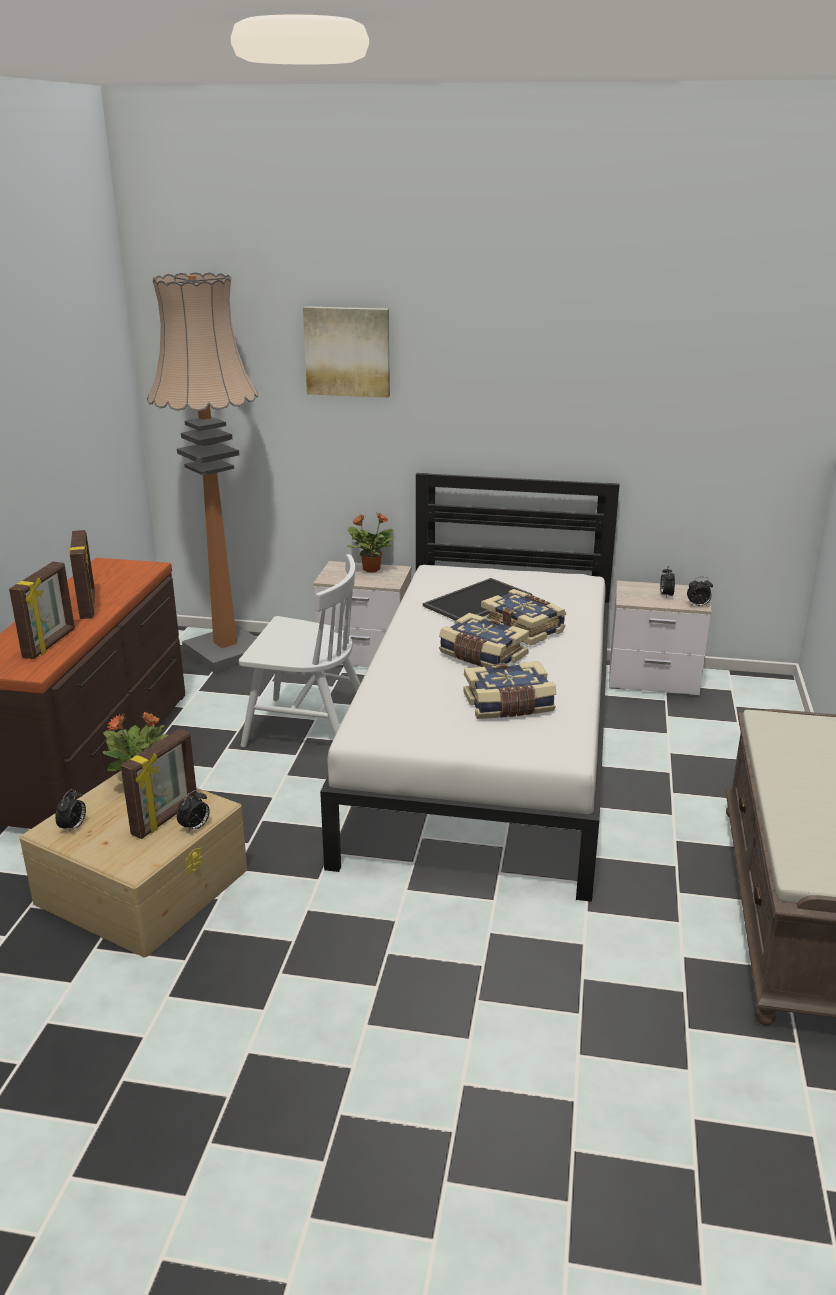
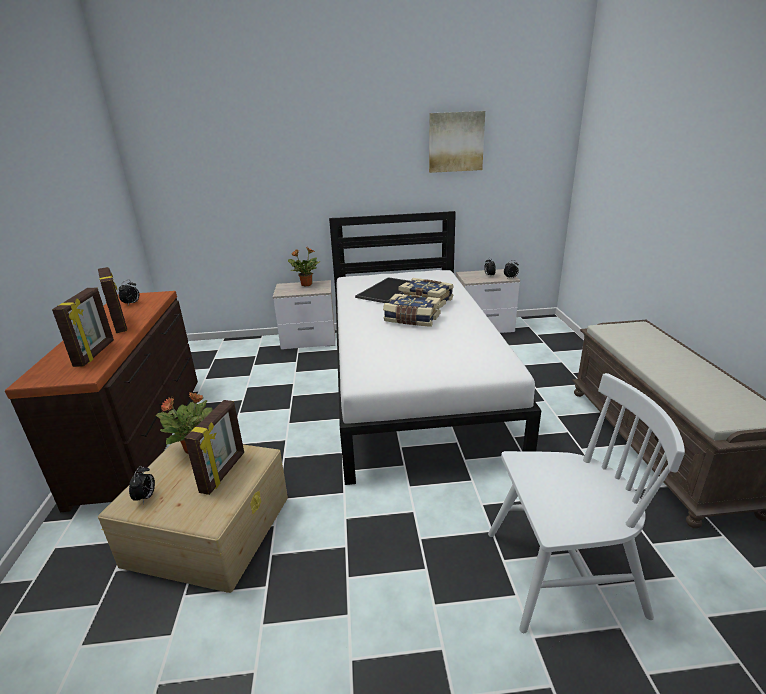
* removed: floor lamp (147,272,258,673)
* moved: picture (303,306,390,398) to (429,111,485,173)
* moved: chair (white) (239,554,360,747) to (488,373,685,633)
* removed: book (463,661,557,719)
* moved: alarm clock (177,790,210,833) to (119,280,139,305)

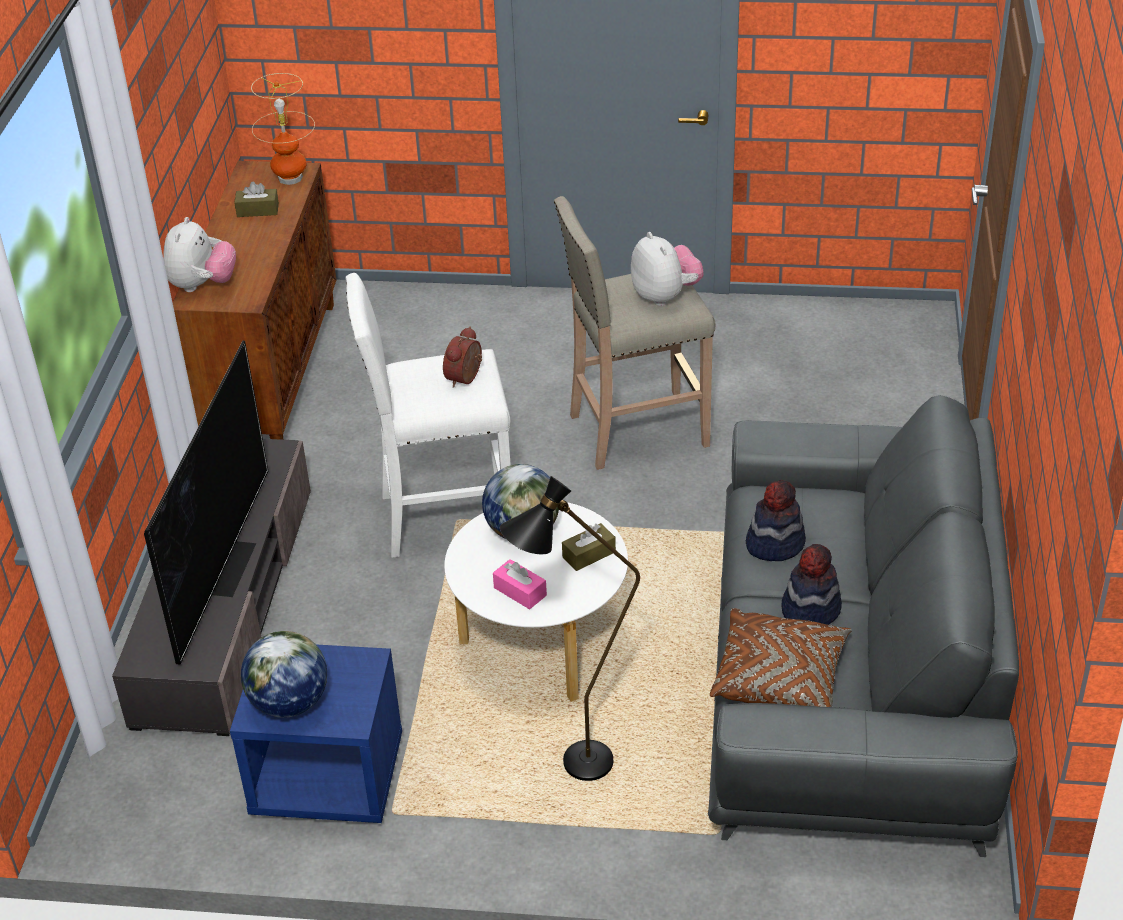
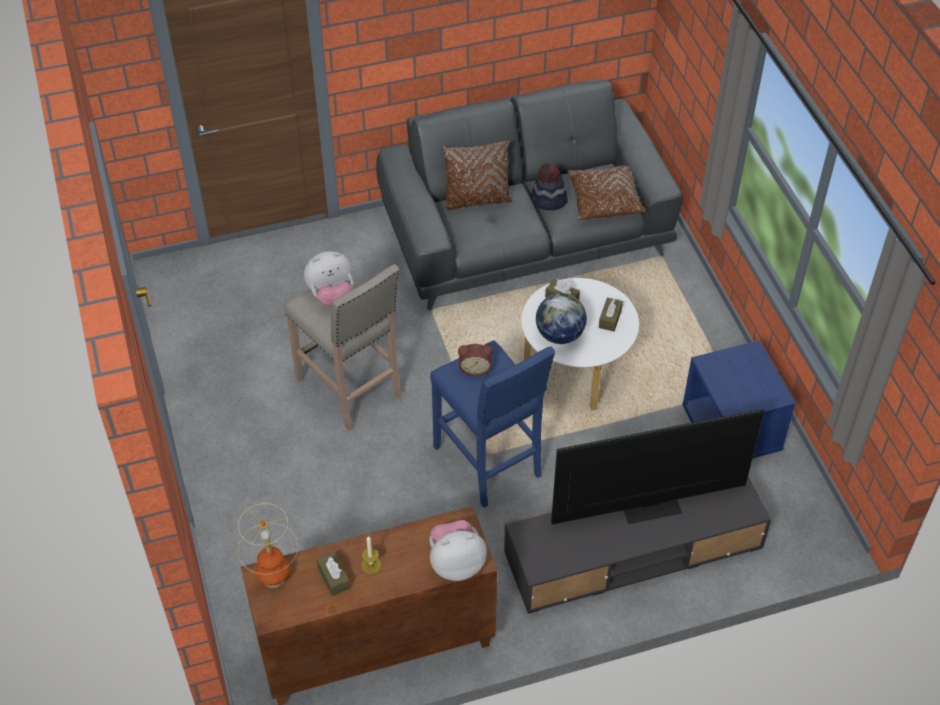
* turned: plush toy (631,232,704,306) = (304,251,353,307) 150 degrees counterclockwise
* recoloured: stool (white) (345,273,511,558) to stool (blue) (430,340,555,508)
* removed: floor lamp (black) (500,476,640,781)
* removed: hat (746,480,806,561)
* recoloured: tissue box (pink) (493,559,547,609) to tissue box (brown) (599,298,623,331)
* removed: globe (241,631,327,718)
* added: pillow (brown) (442,140,512,210)
* added: candle (361,536,381,574)

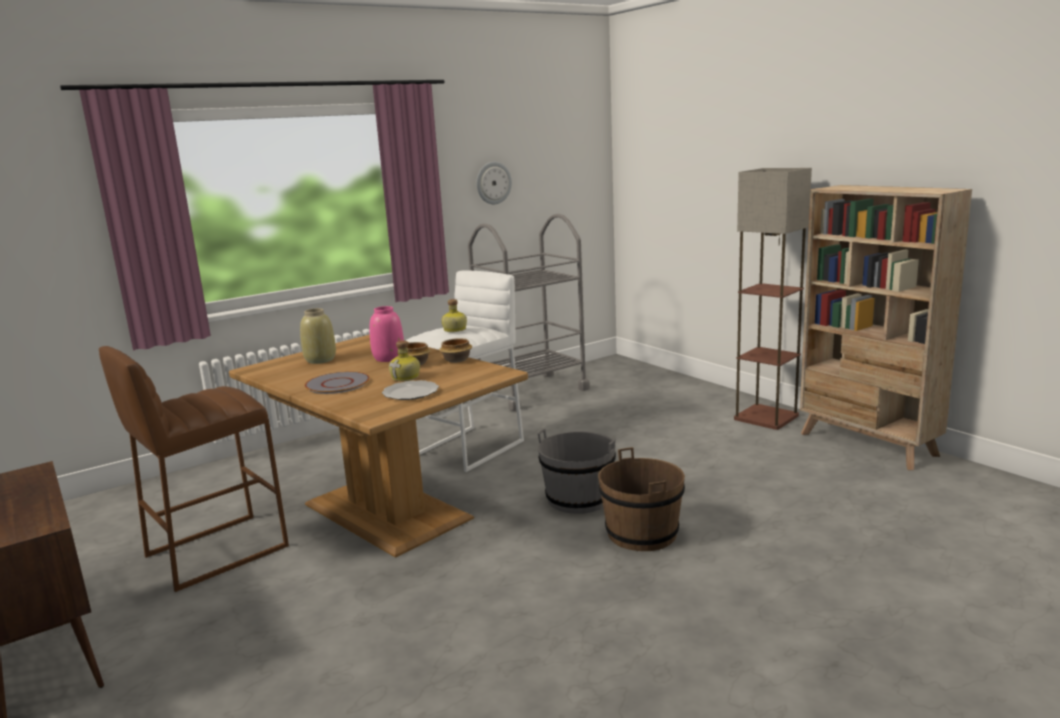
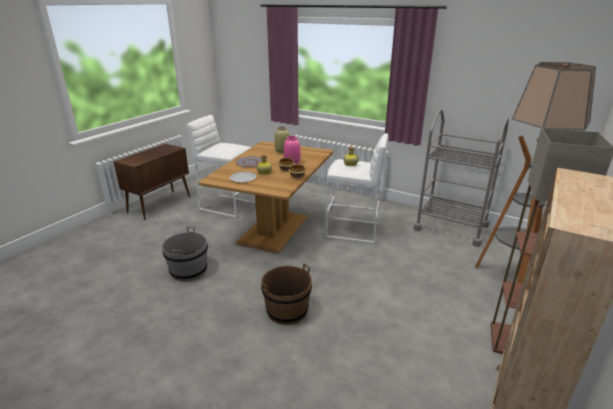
* removed: wall clock (476,162,512,204)
* recoloured: stool (brown) (99,346,289,592) to stool (white) (187,115,255,218)
* moved: bucket (grey) (538,428,616,514) to (161,227,208,282)
* added: floor lamp (475,62,596,284)

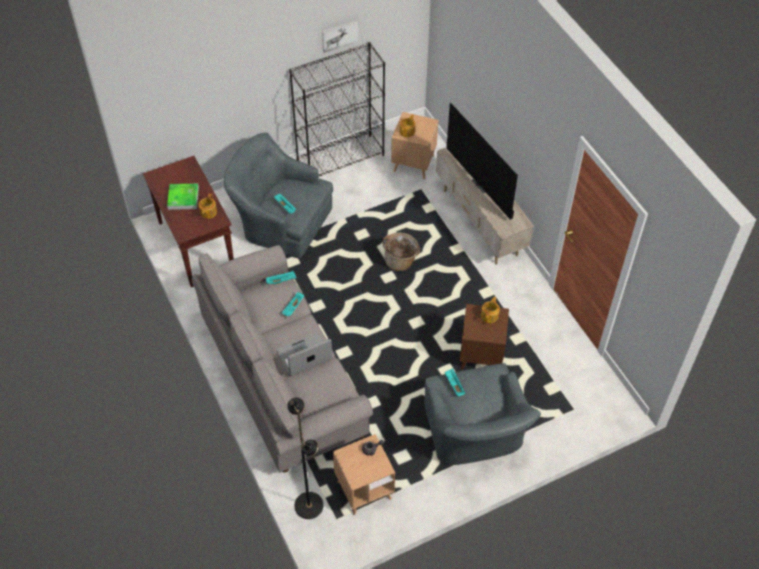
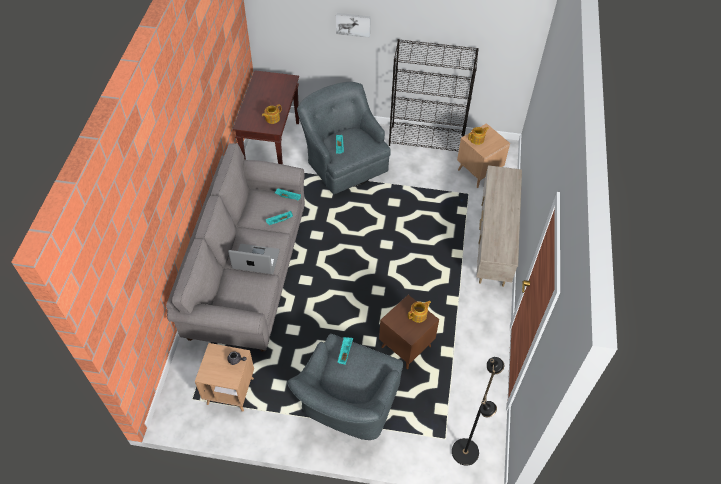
* moved: picture (322,19,359,53) to (336,13,371,38)
* removed: television (446,103,518,220)
* removed: tray (167,184,199,210)
* removed: basket (382,232,420,271)
* moved: floor lamp (black) (287,397,323,519) to (452,357,504,466)

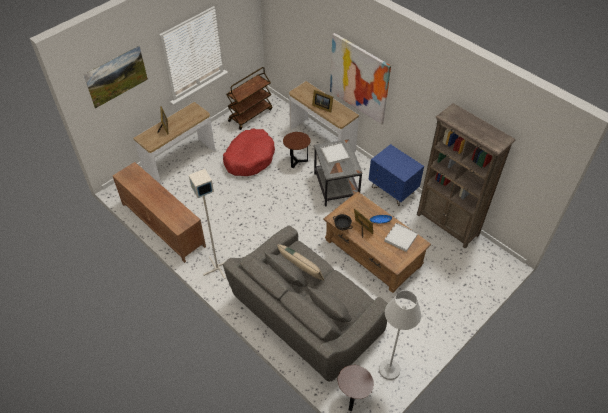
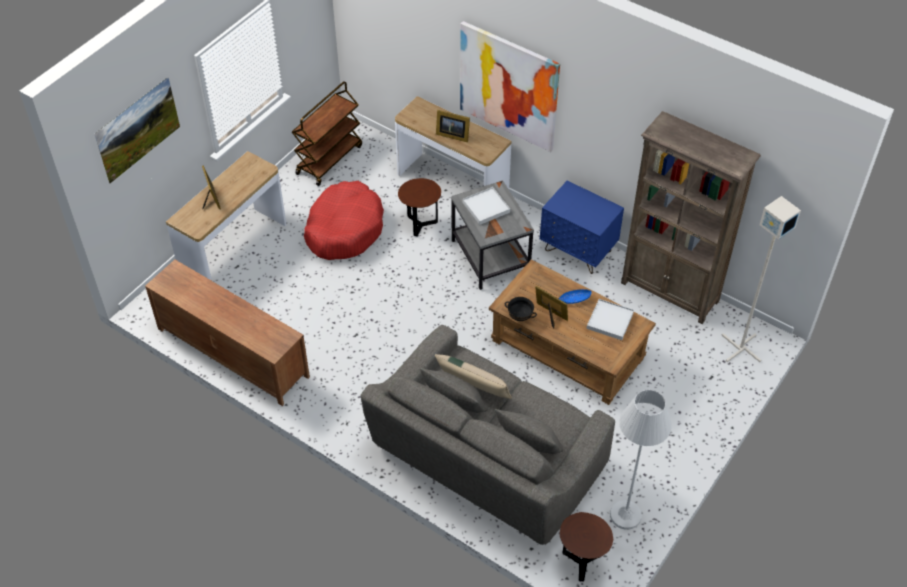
* moved: floor lamp (grey) (189,169,226,279) to (721,196,801,362)

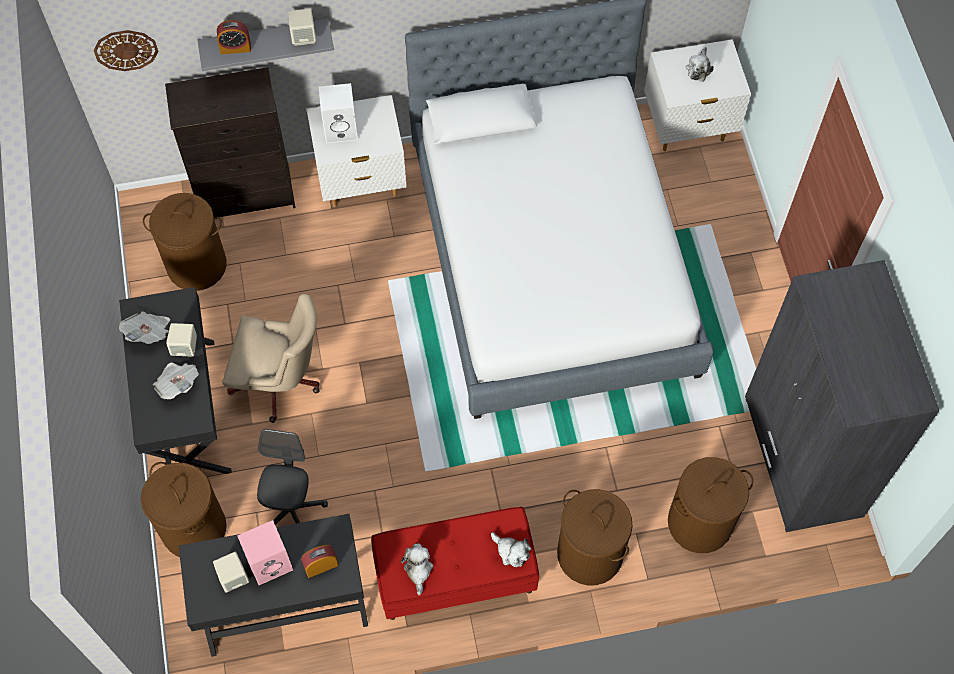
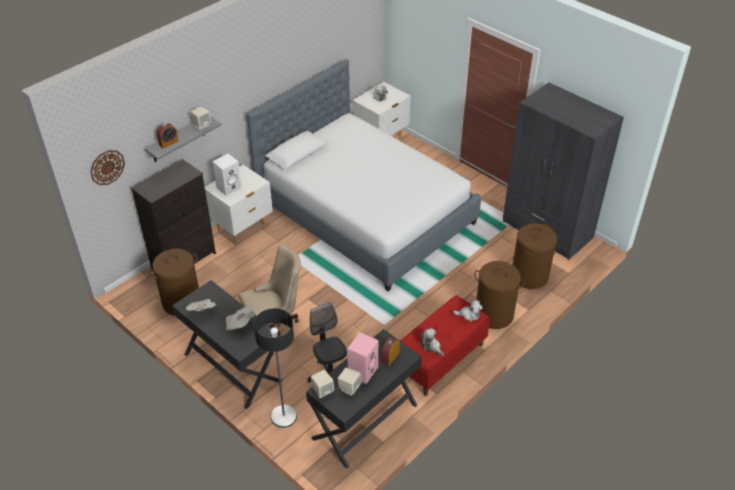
* moved: speaker (beige) (166,323,197,357) to (311,370,334,398)
* replaced: laundry basket (brown) (141,462,227,557) to floor lamp (254,308,297,428)

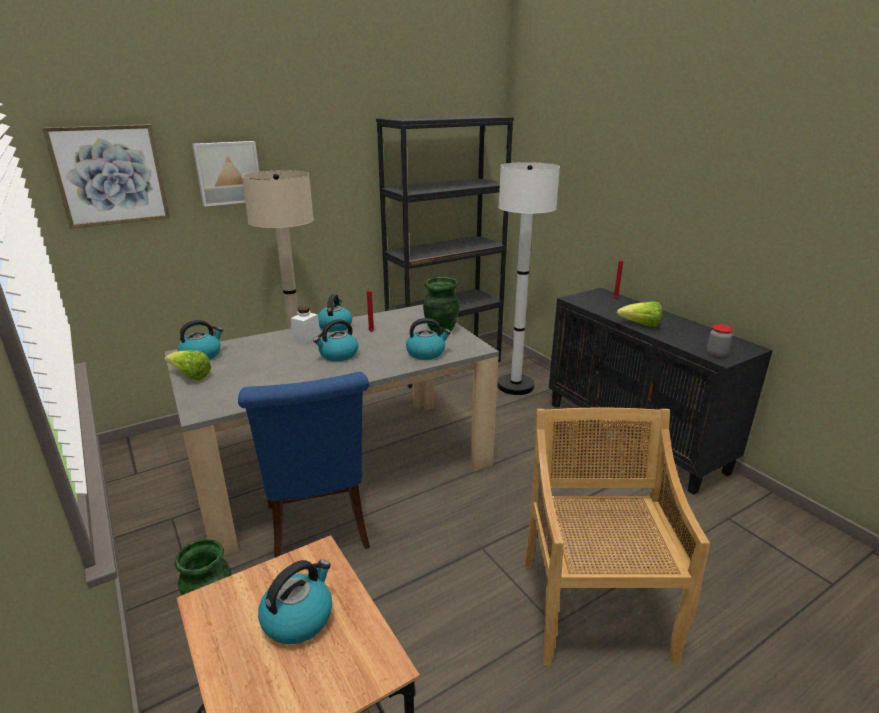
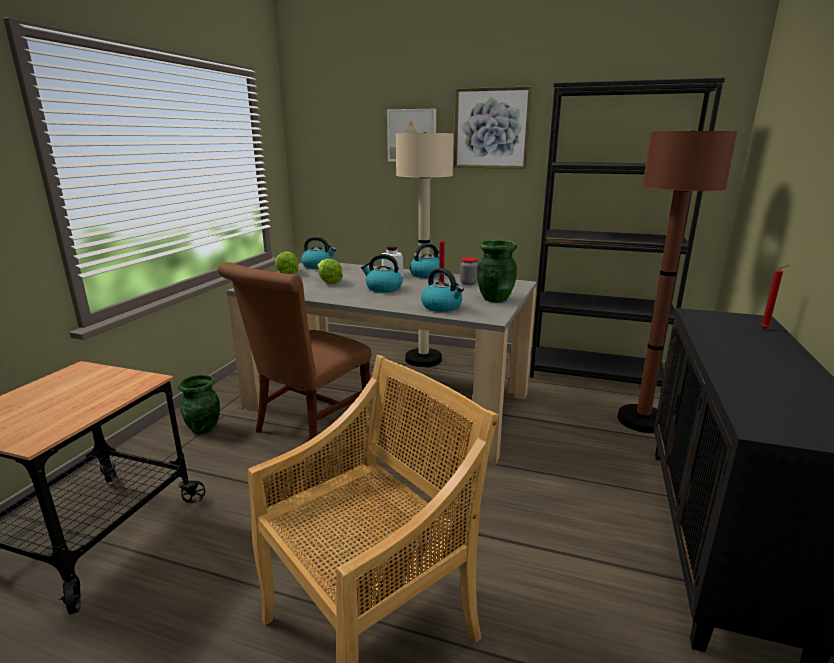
* moved: picture (42,124,170,229) to (454,86,532,169)
* recoloured: floor lamp (white) (497,162,560,395) to floor lamp (brown) (617,130,738,433)
* moved: lettuce (616,301,662,327) to (317,259,343,284)
* moved: jar (707,324,733,357) to (460,257,478,285)
* recoloured: chair (blue) (238,372,370,558) to chair (brown) (217,262,372,456)
* removed: kettle (258,560,332,644)

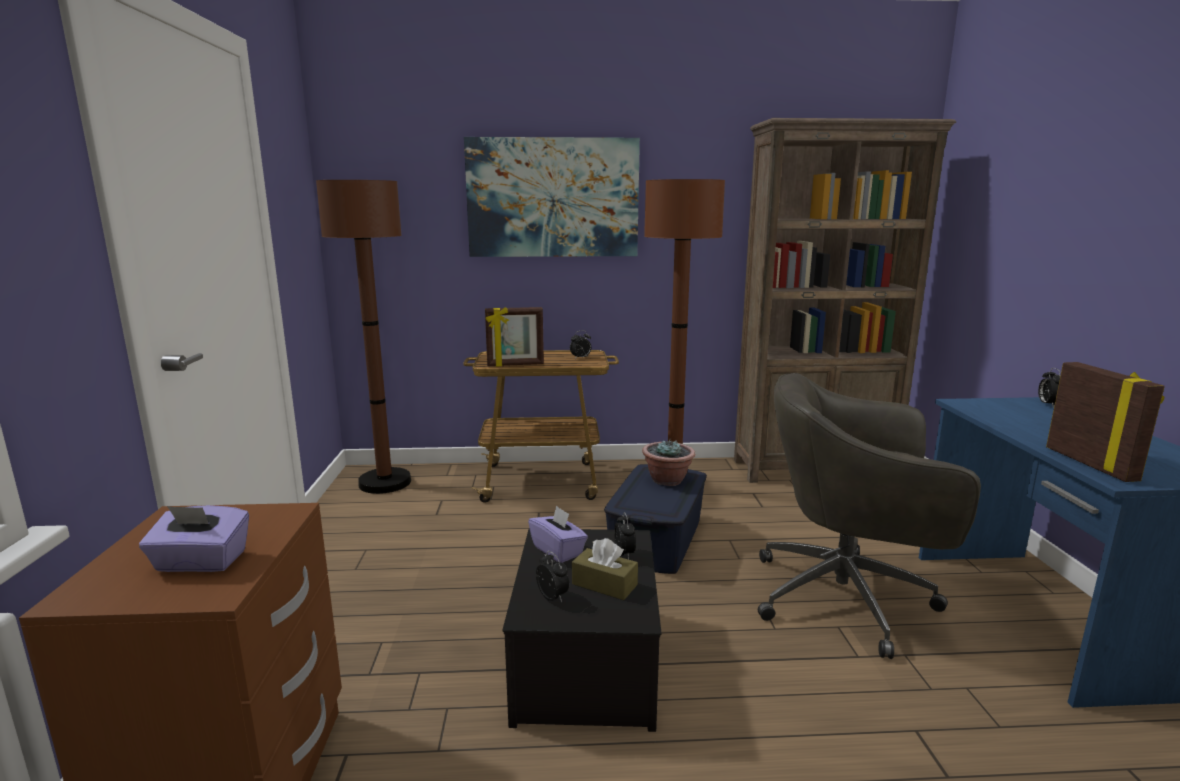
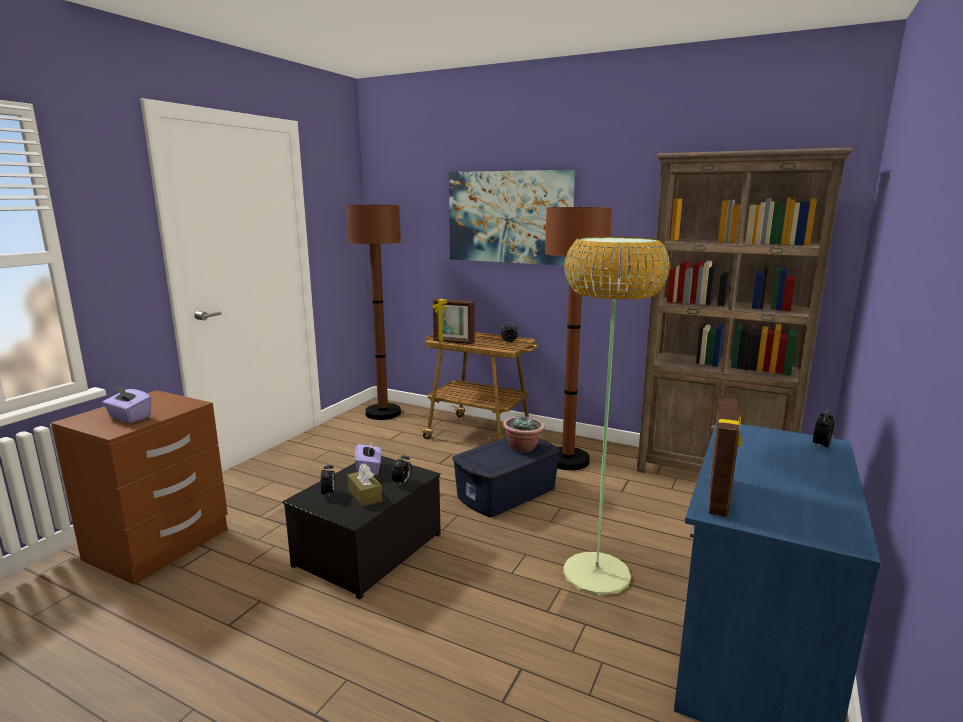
* replaced: office chair (grey) (758,373,981,659) to floor lamp (563,236,670,596)

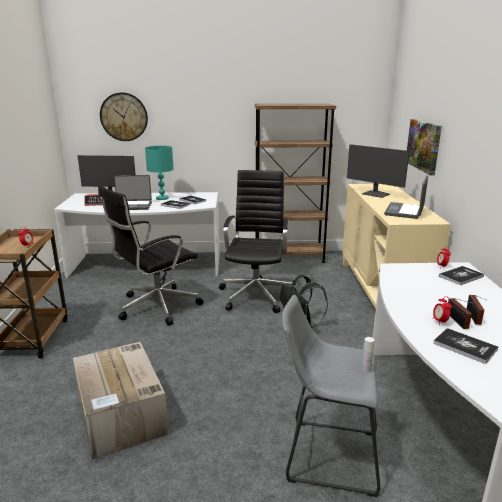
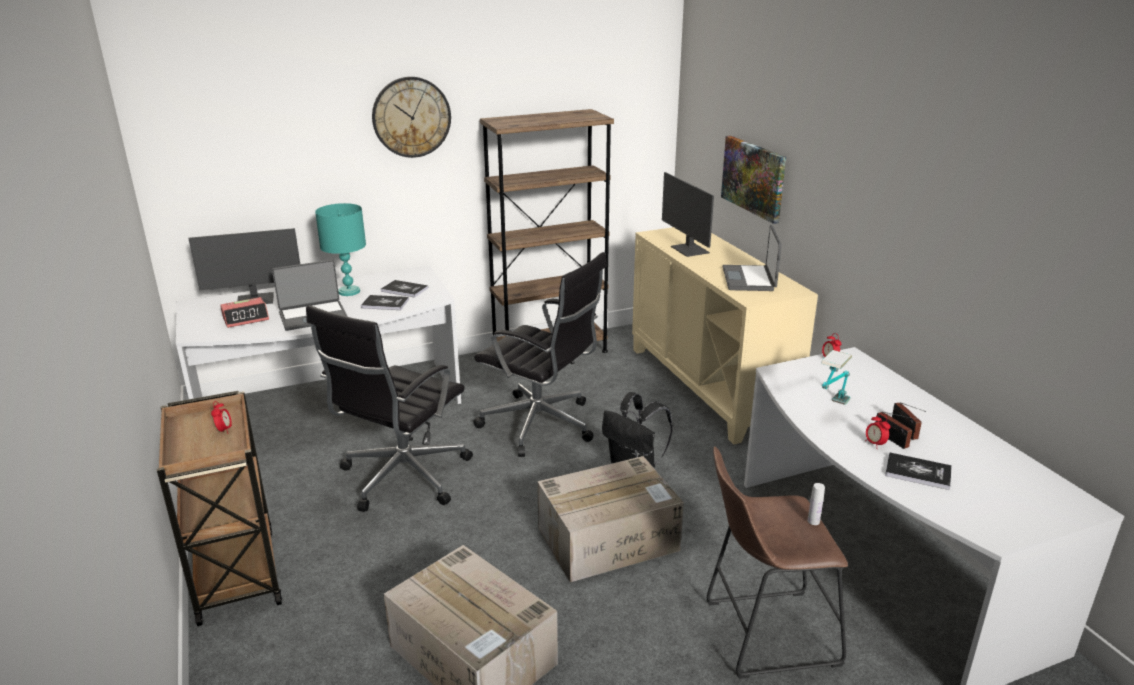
* moved: wall clock (100,92,148,141) to (372,77,451,158)
* turned: monitor (347,144,410,198) = (662,172,714,257) 45 degrees clockwise
* turned: office chair (black) (219,170,297,313) = (473,252,607,457) 135 degrees clockwise
* removed: book (439,266,484,285)
* recoloured: stool (grey) (282,295,380,497) to stool (brown) (707,446,848,679)
* added: table lamp (821,350,852,405)
* added: cardboard box (537,456,684,582)

